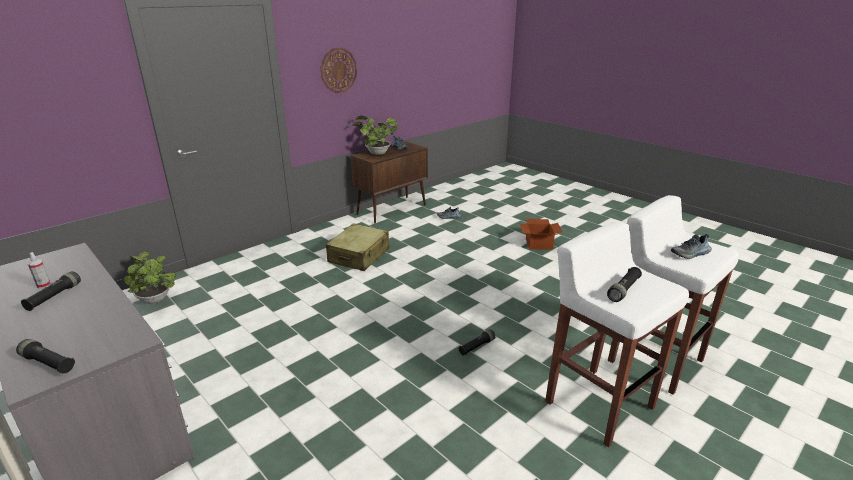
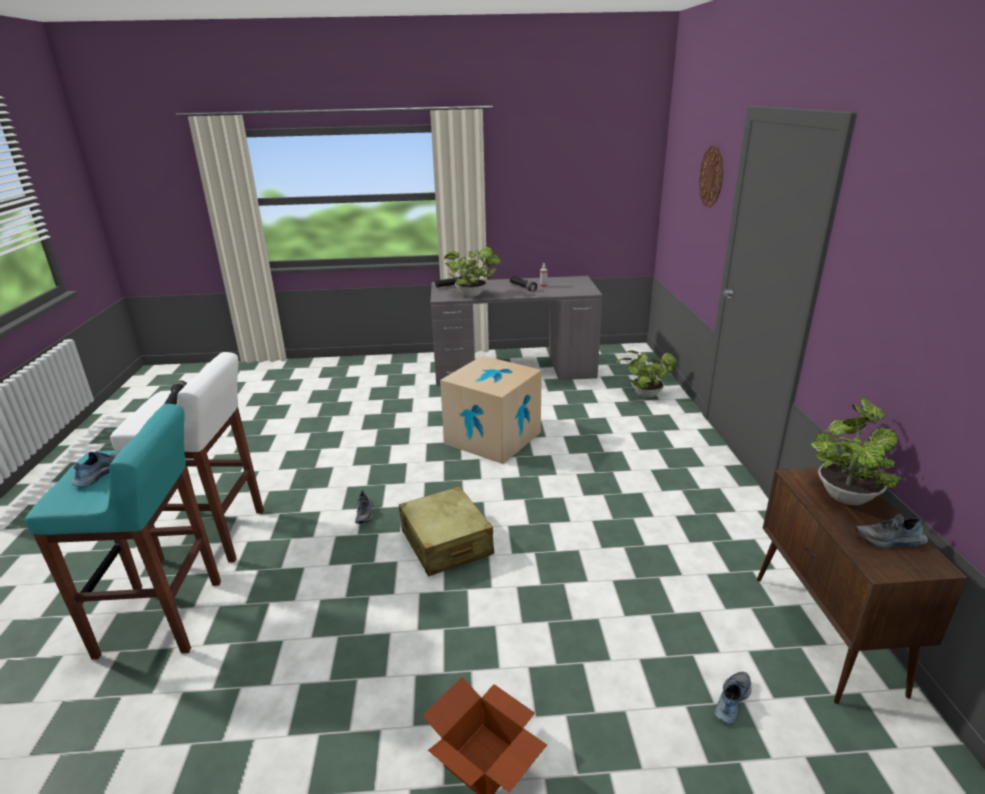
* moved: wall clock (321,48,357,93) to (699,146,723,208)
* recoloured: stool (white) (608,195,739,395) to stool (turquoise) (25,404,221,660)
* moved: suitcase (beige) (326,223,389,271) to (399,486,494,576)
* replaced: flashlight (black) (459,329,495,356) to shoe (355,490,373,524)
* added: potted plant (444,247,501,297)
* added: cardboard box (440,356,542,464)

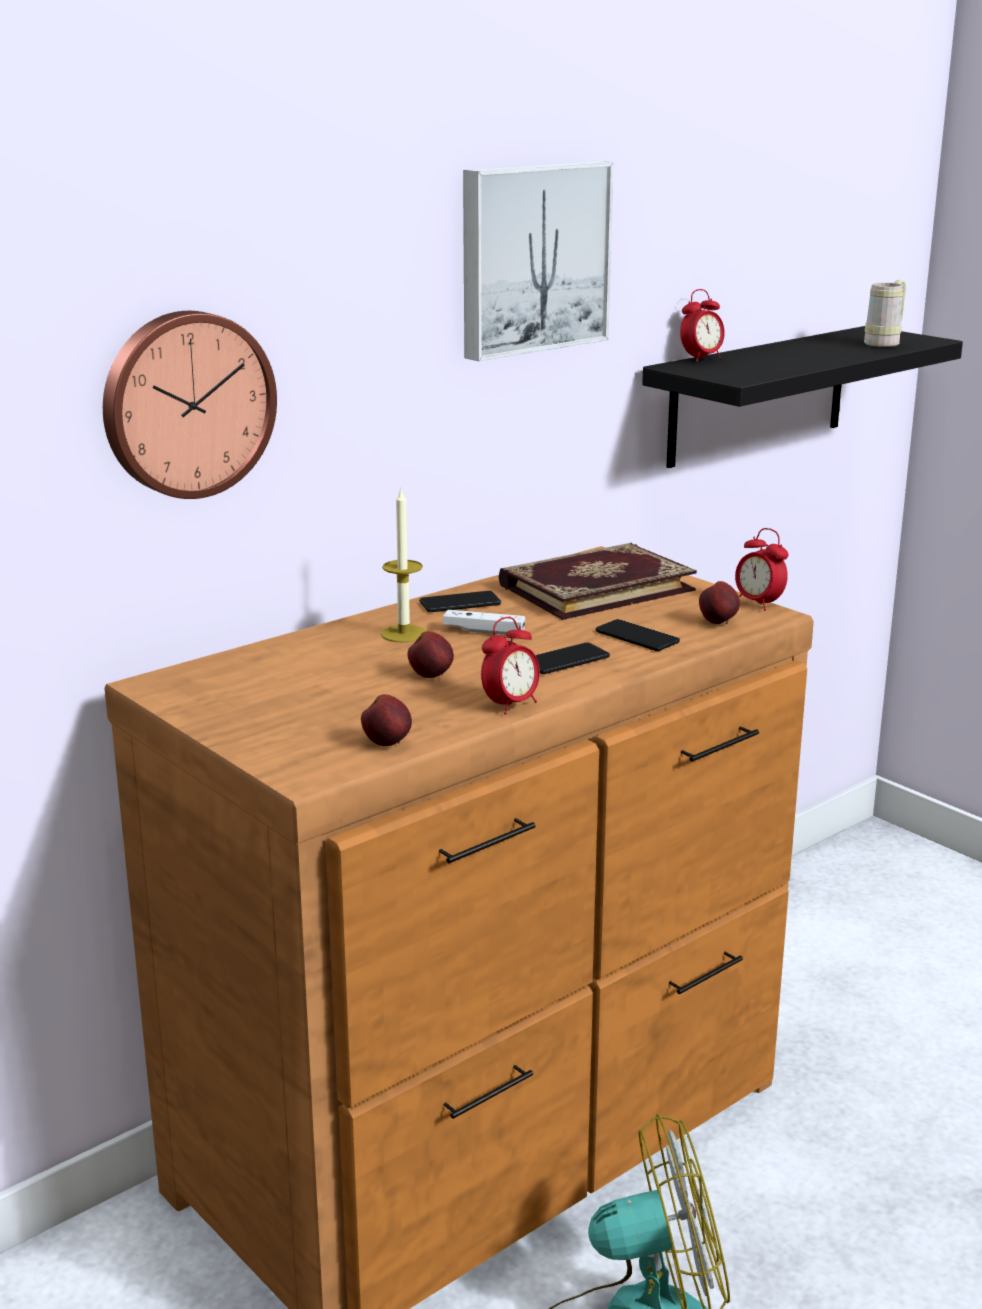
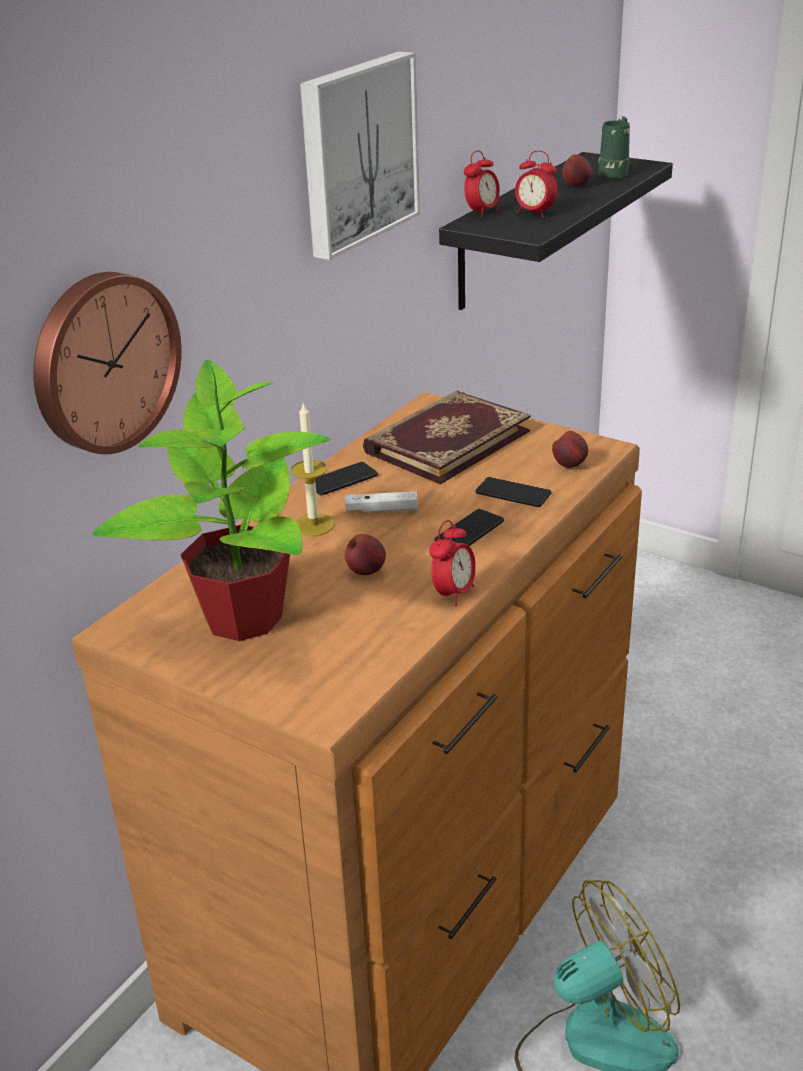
* recoloured: mug (beige) (864,280,906,347) to mug (green) (598,116,630,179)
* moved: alarm clock (735,528,788,611) to (515,151,557,218)
* moved: apple (361,694,412,746) to (562,154,592,186)
* added: potted plant (92,360,330,641)

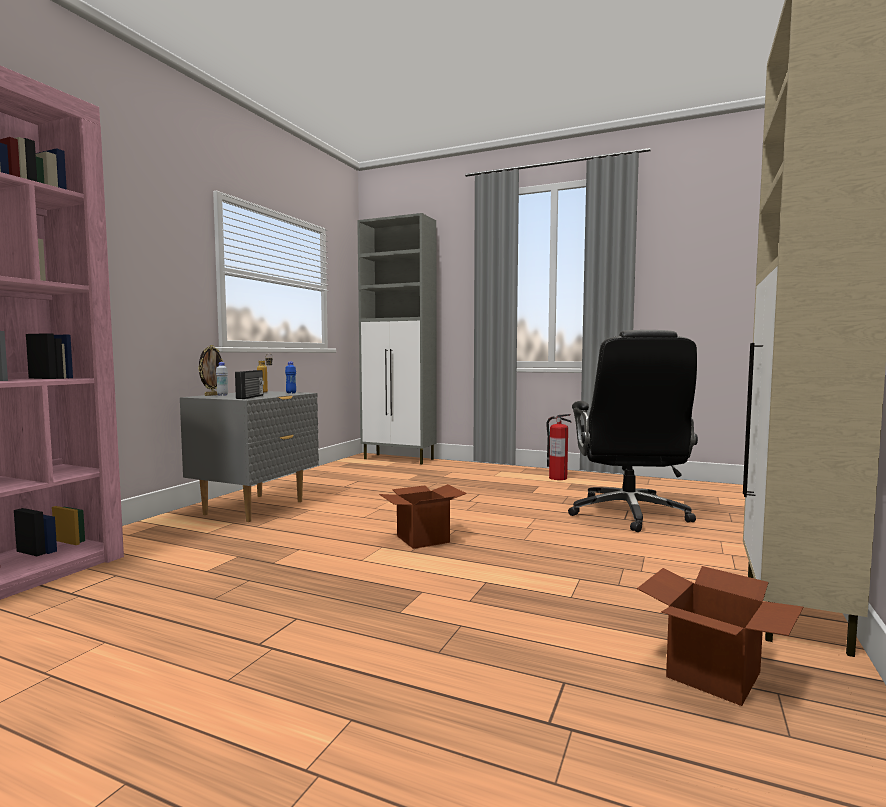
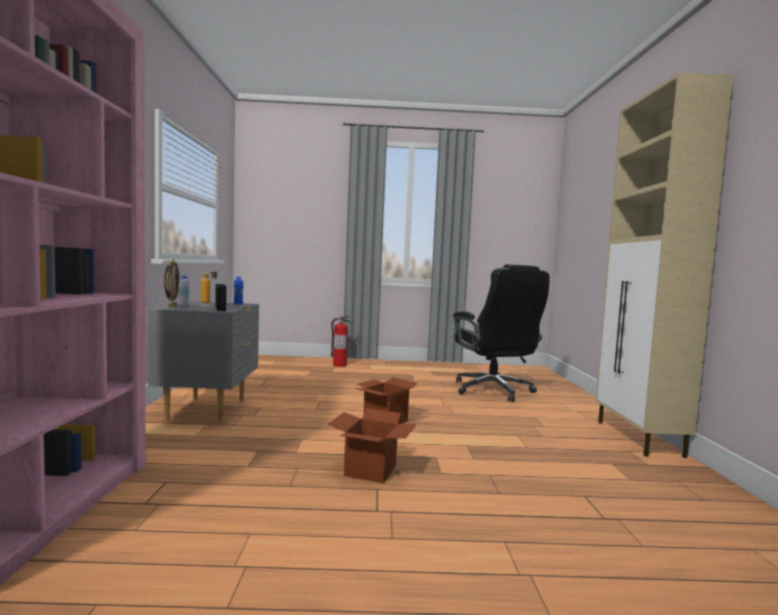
* removed: cabinet (grey) (357,213,437,464)
* moved: fire extinguisher (546,414,571,480) to (331,316,351,367)
* moved: cardboard box (637,566,804,706) to (327,408,417,483)

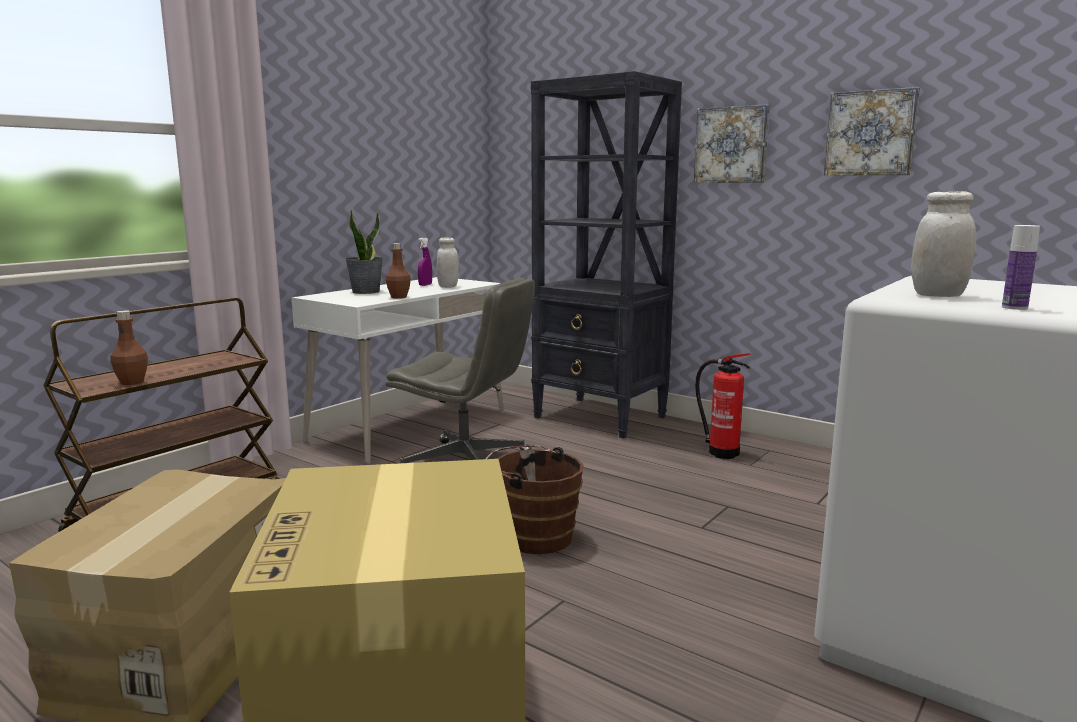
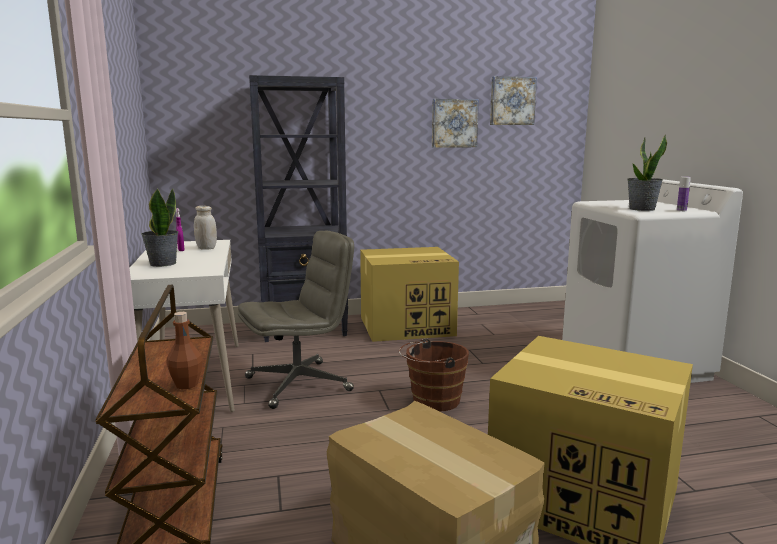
* moved: picture (694,104,770,183) to (490,76,537,125)
* replaced: jar (white) (911,191,976,297) to potted plant (627,134,667,211)
* removed: bottle (brown) (386,243,411,299)
* replaced: fire extinguisher (695,353,751,459) to cardboard box (360,247,459,342)

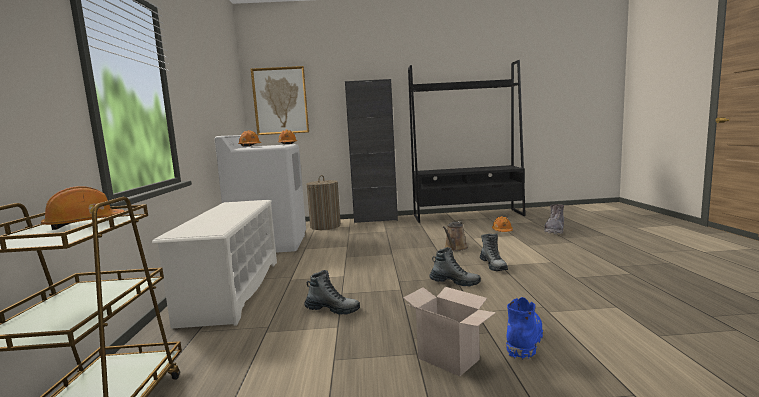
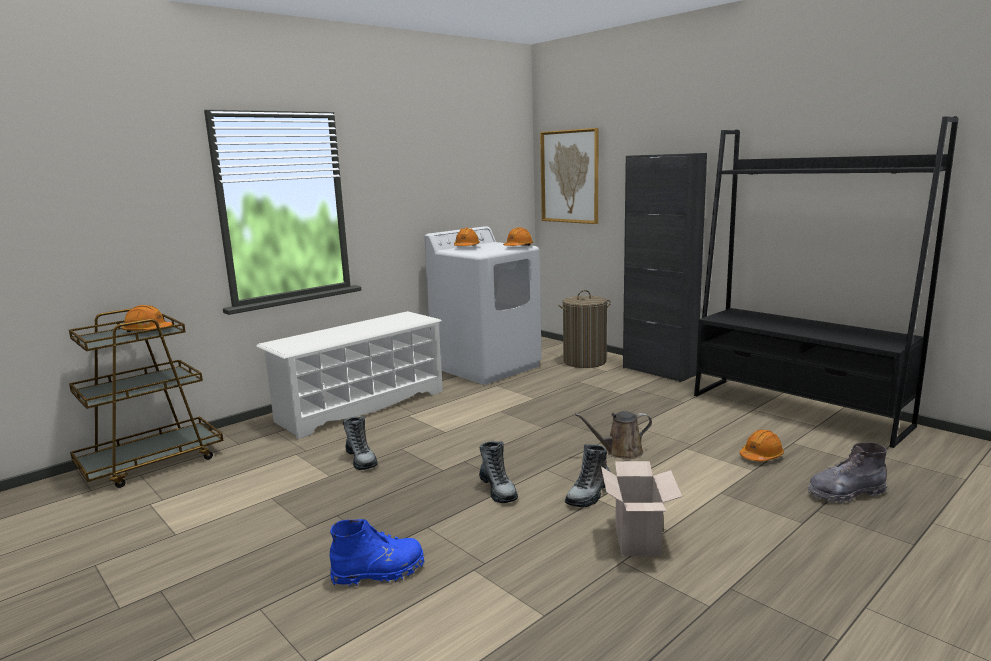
* moved: cardboard box (403,287,496,377) to (601,461,682,556)

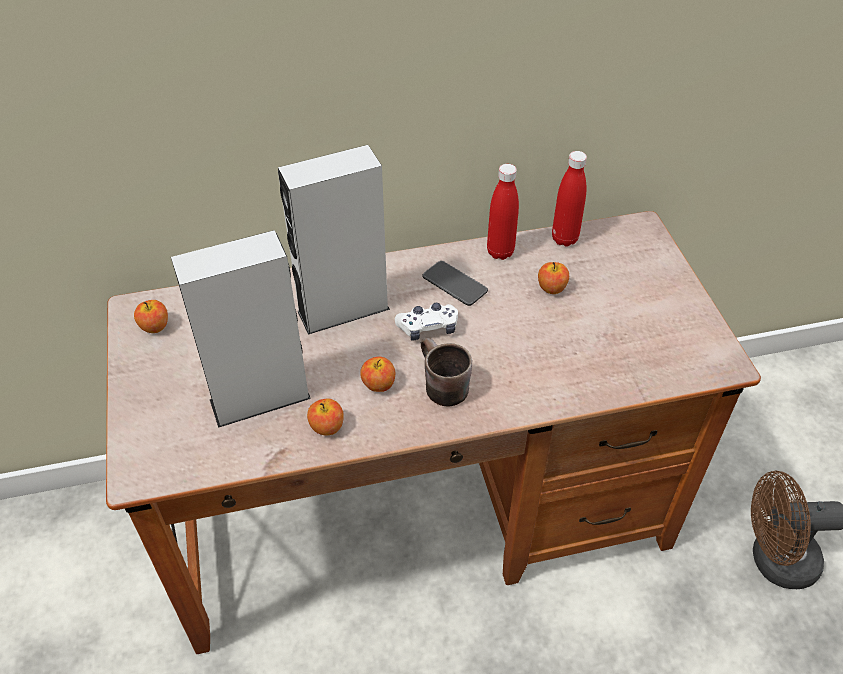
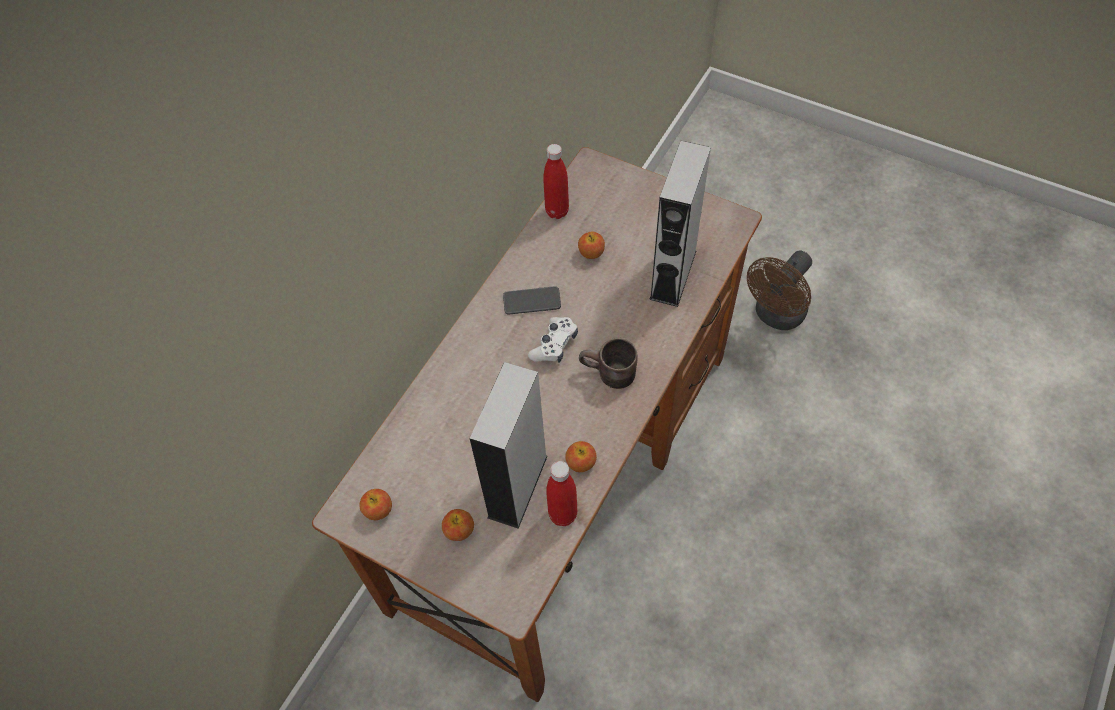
* moved: speaker (grey) (278,145,390,335) to (649,141,711,307)
* moved: bottle (red) (487,164,519,260) to (546,461,577,526)
* moved: apple (360,357,396,392) to (442,509,474,541)

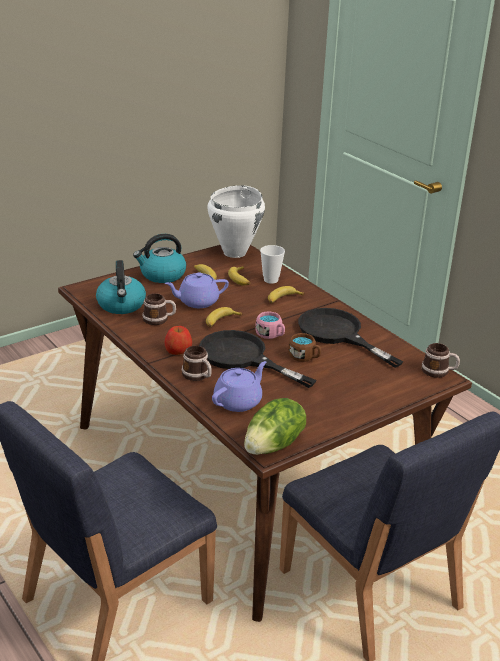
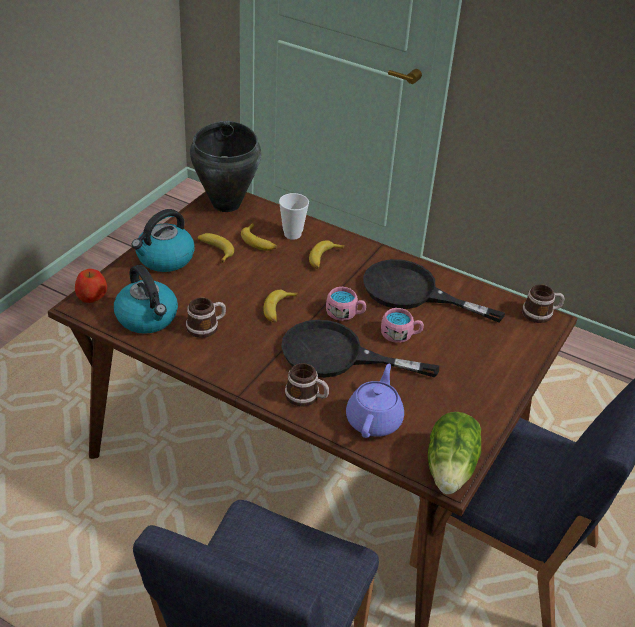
* recoloured: cooking pot (white) (207,185,265,258) to cooking pot (black) (190,121,261,212)
* removed: teapot (purple) (165,273,229,308)
* moved: apple (165,326,192,355) to (75,269,107,303)
* recoloured: mug (brown) (288,333,321,362) to mug (pink) (381,308,424,343)

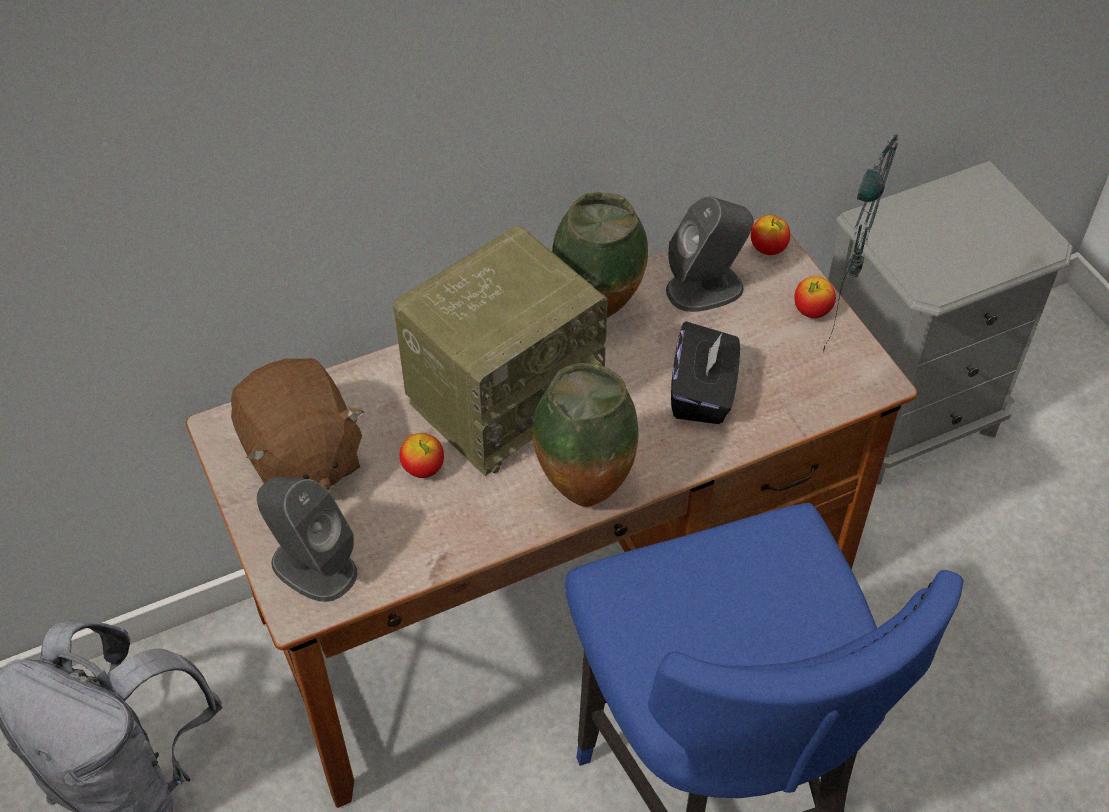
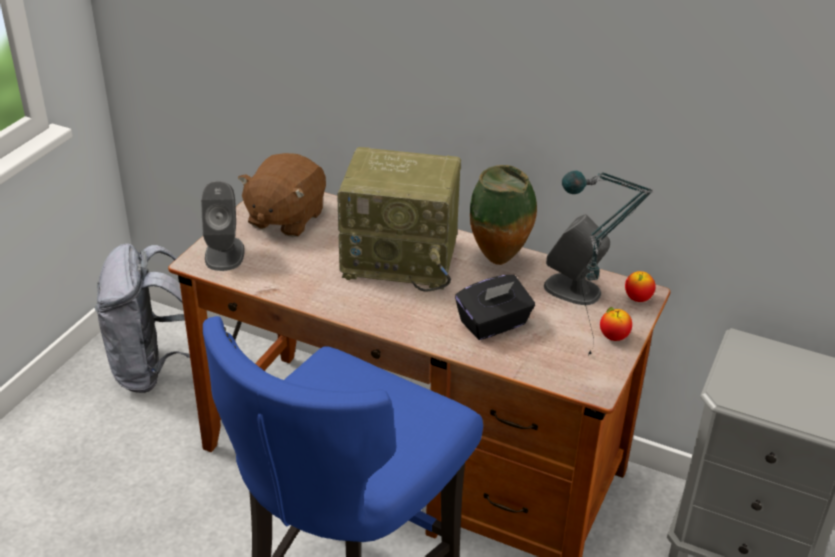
* removed: vase (532,363,638,507)
* removed: apple (400,433,444,478)

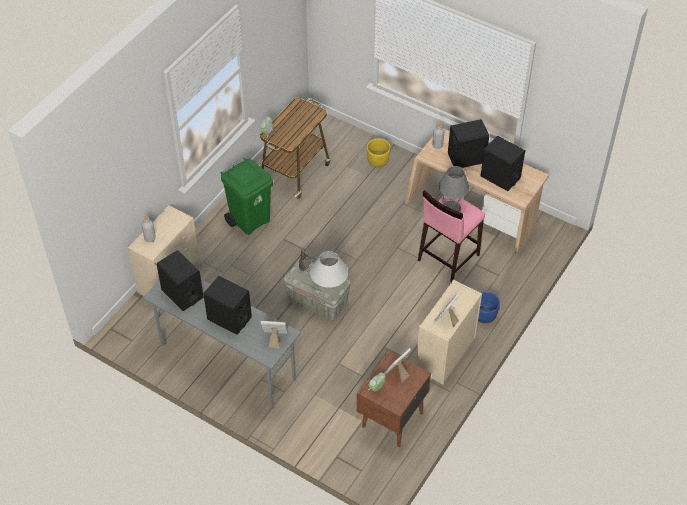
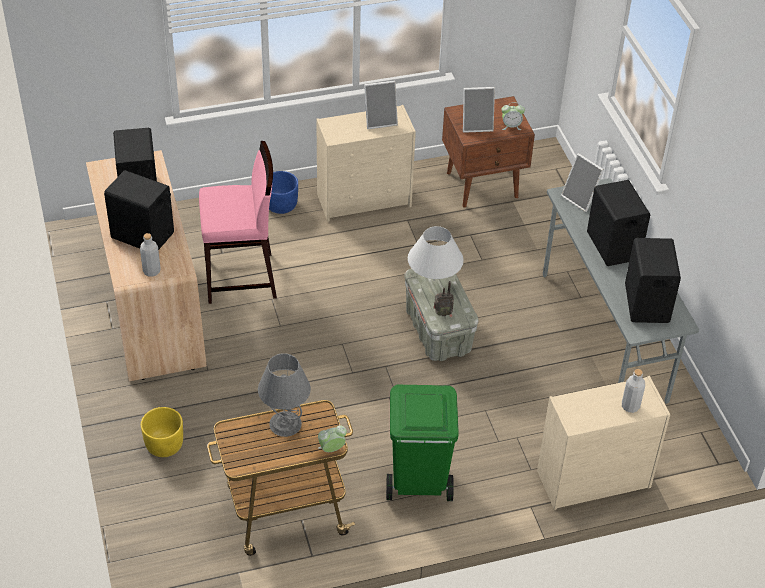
* moved: table lamp (grey) (439,166,469,212) to (258,353,311,437)

